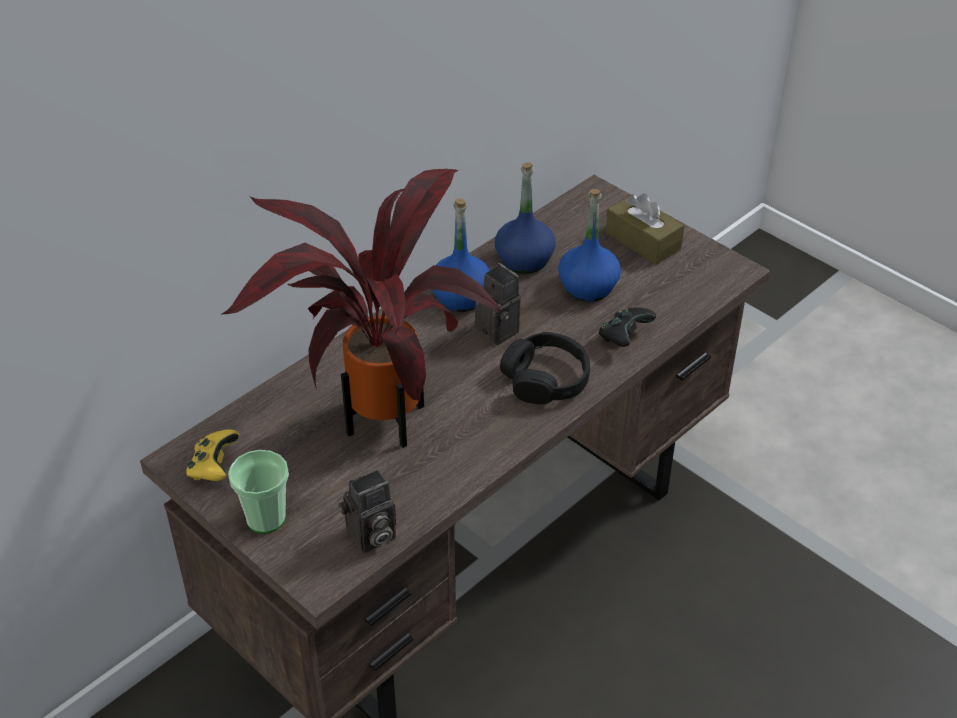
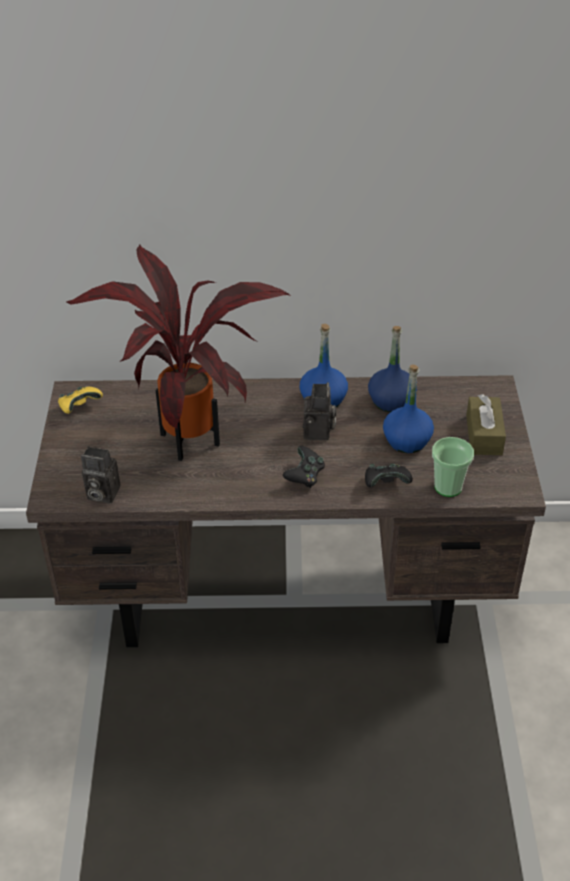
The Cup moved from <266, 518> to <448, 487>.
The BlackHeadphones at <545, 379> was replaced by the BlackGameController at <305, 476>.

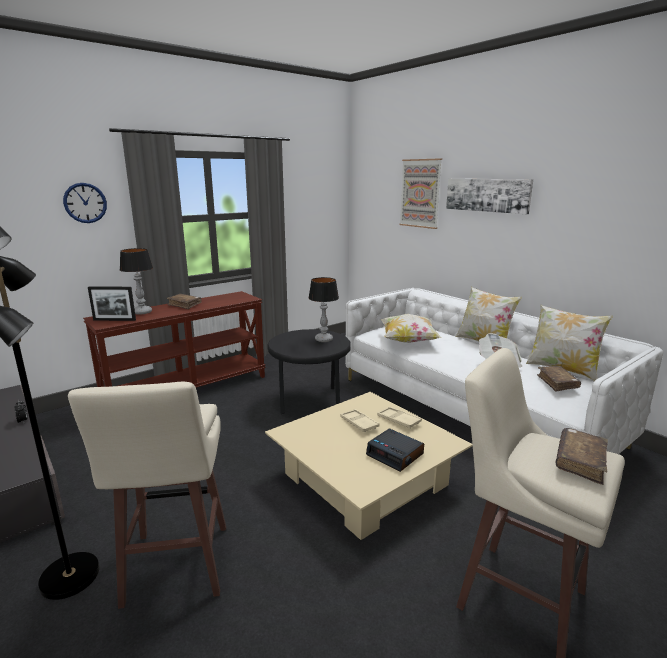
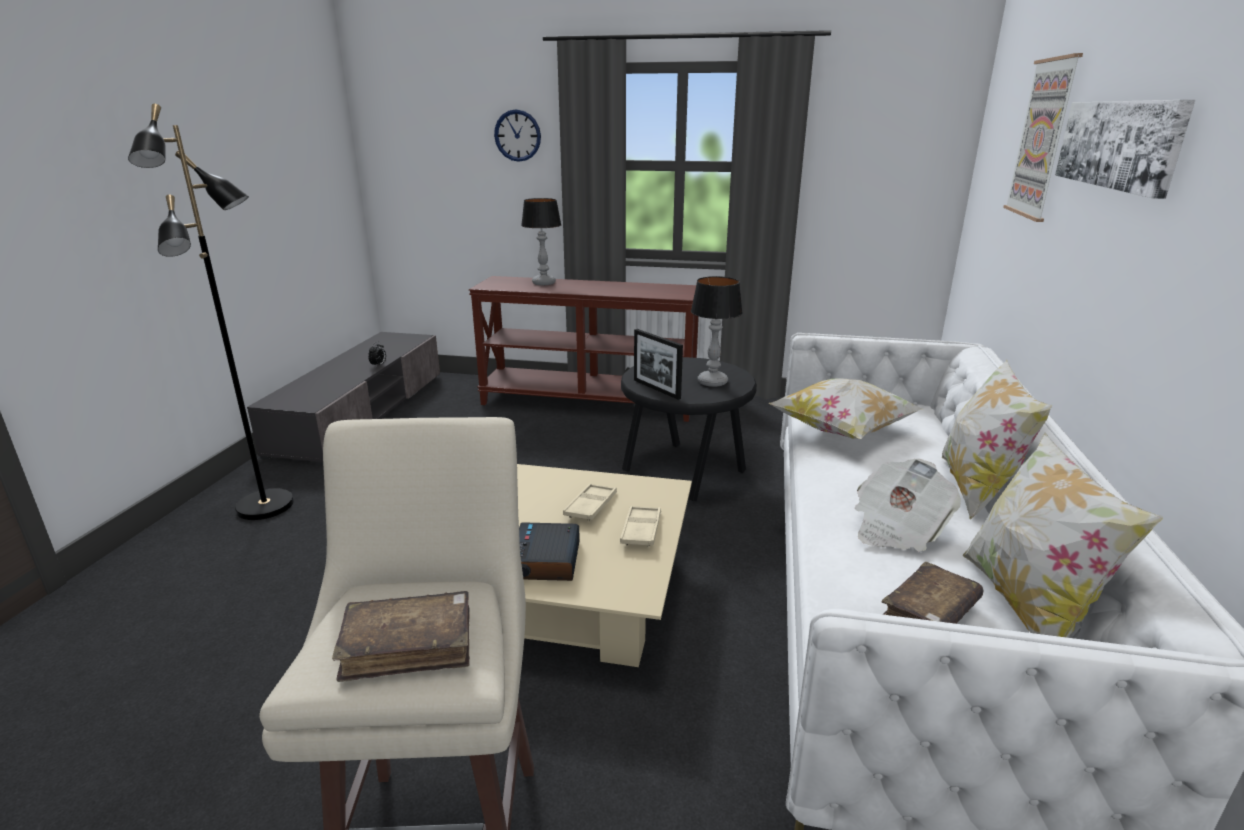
The BeigeStool at <175, 567> disappeared.
The BrownBook at <184, 305> disappeared.
The PictureFrame moved from <114, 320> to <656, 389>.

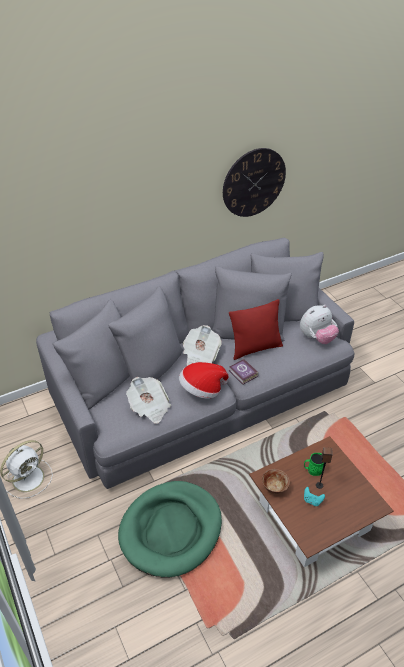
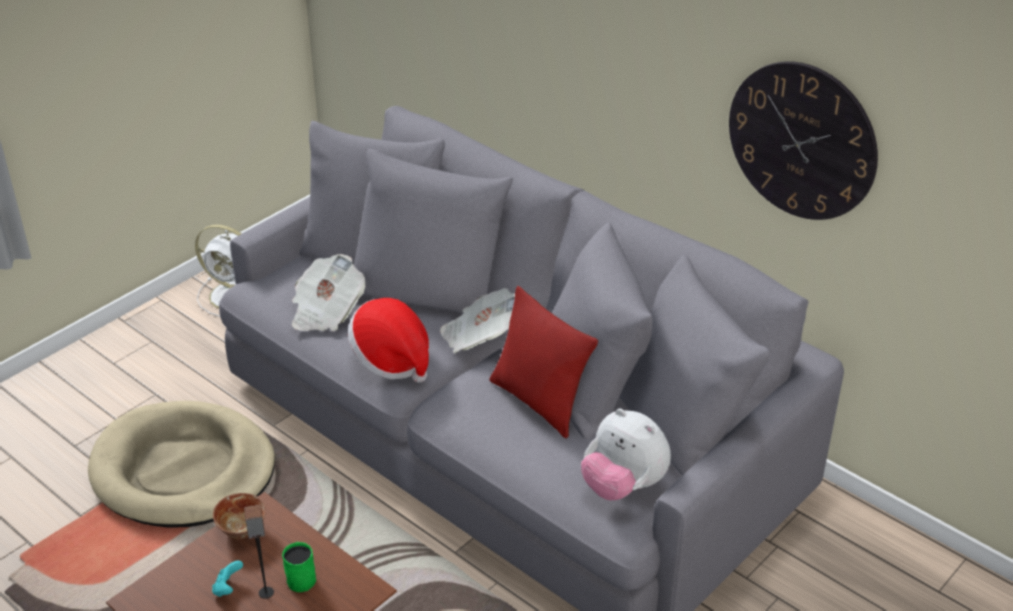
The Book at <243, 374> disappeared.
The GreenDogBed at <171, 530> became the BeigeDogBed at <183, 470>.

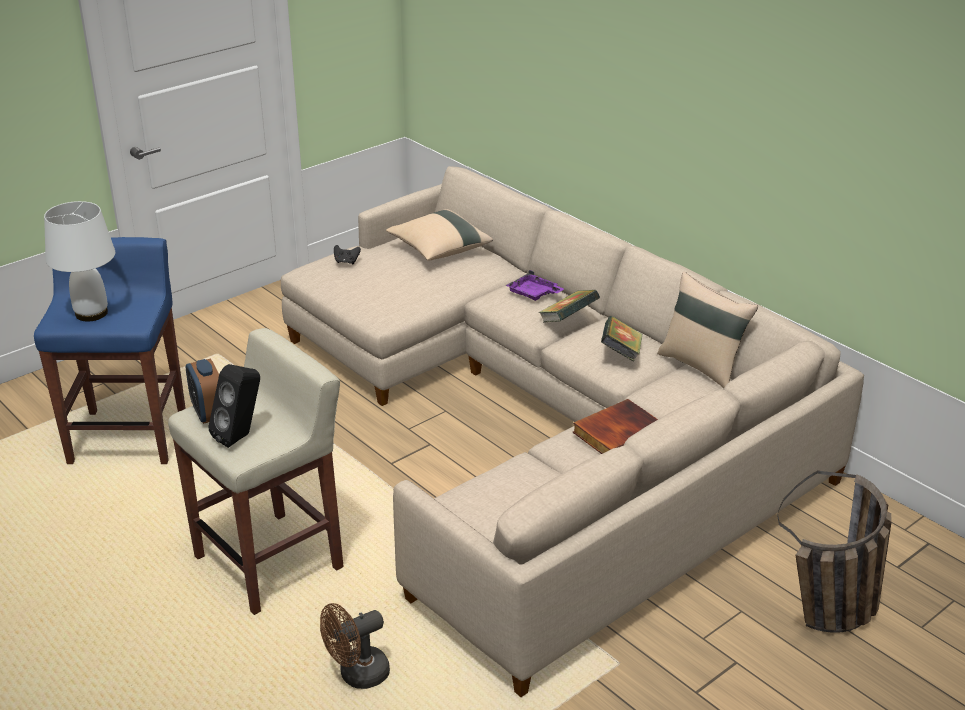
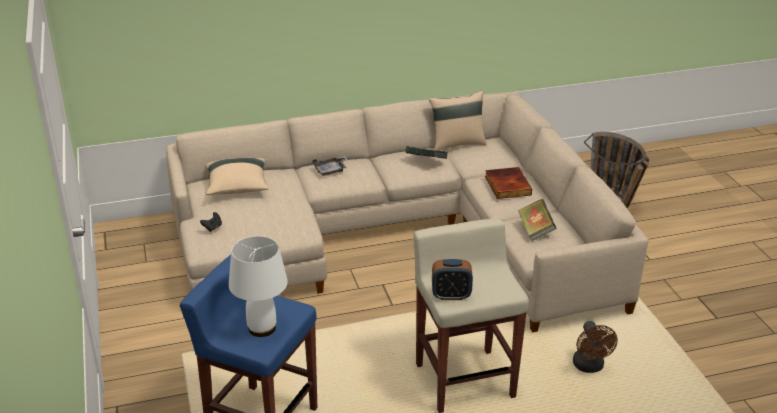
The BlackSpeaker at <241, 436> disappeared.
The Book moved from <568, 320> to <535, 230>.
The PurpleTray at <533, 294> became the GreyTray at <331, 170>.

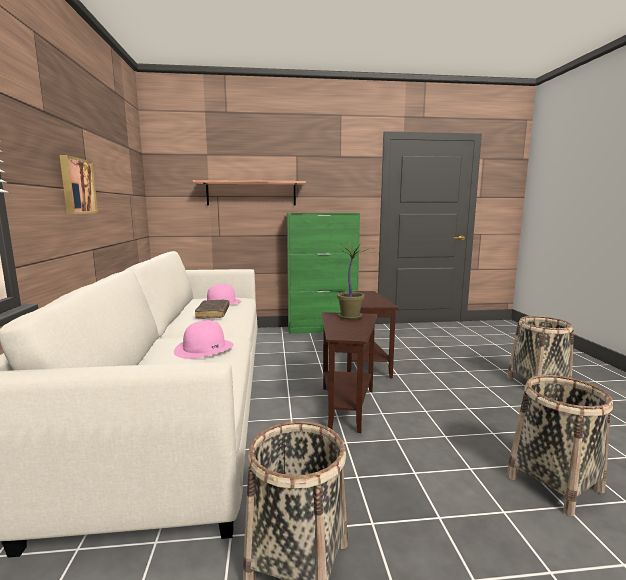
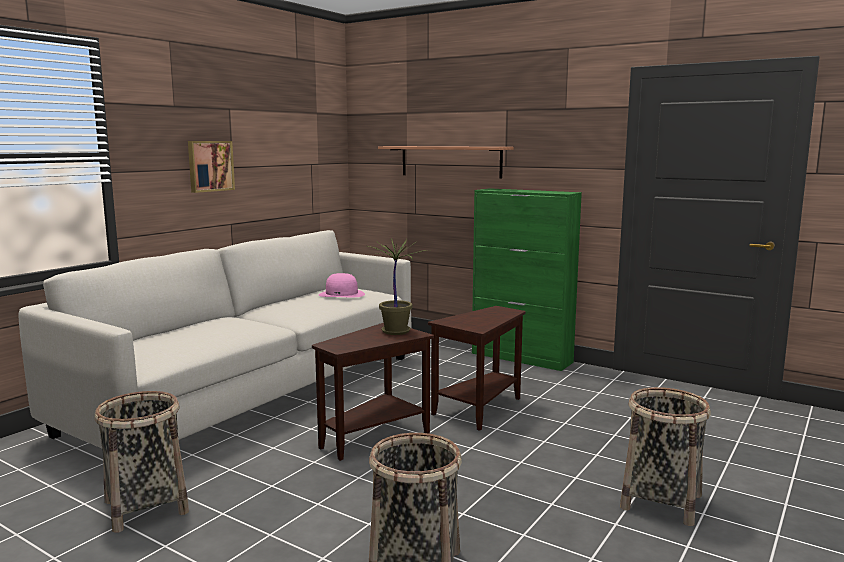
The PinkHat at <204, 348> disappeared.
The BrownBook at <213, 313> disappeared.

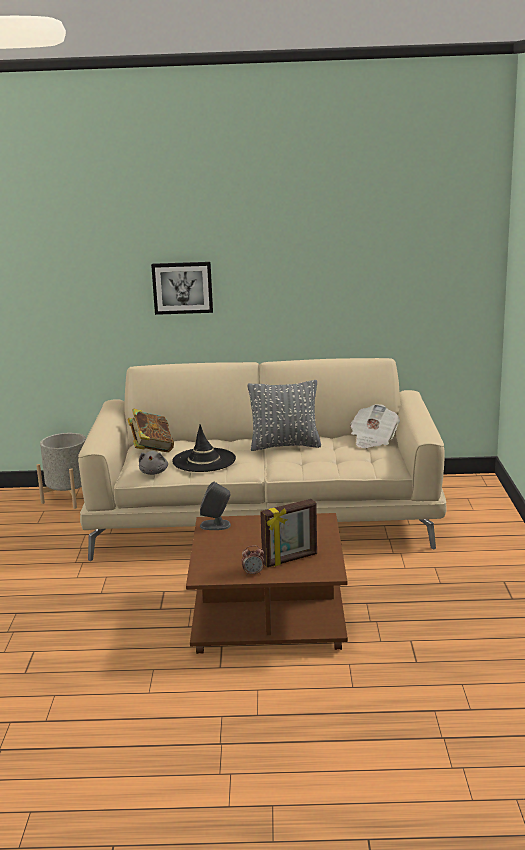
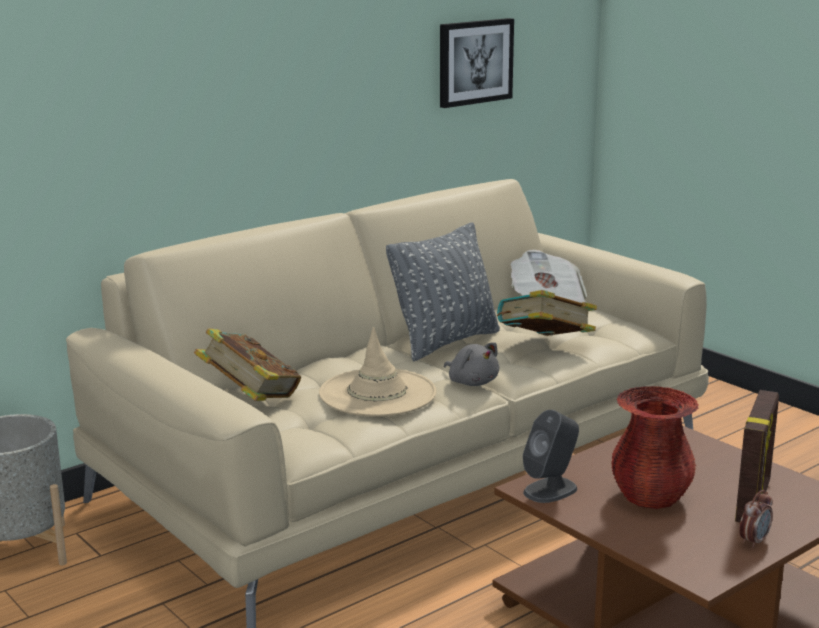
The Book at <544, 346> appeared.
The RedVase at <650, 497> appeared.
The GreyPlushToy moved from <154, 472> to <472, 382>.
The Picture moved from <182, 287> to <474, 62>.
The BlackHat at <204, 460> became the BeigeHat at <378, 393>.

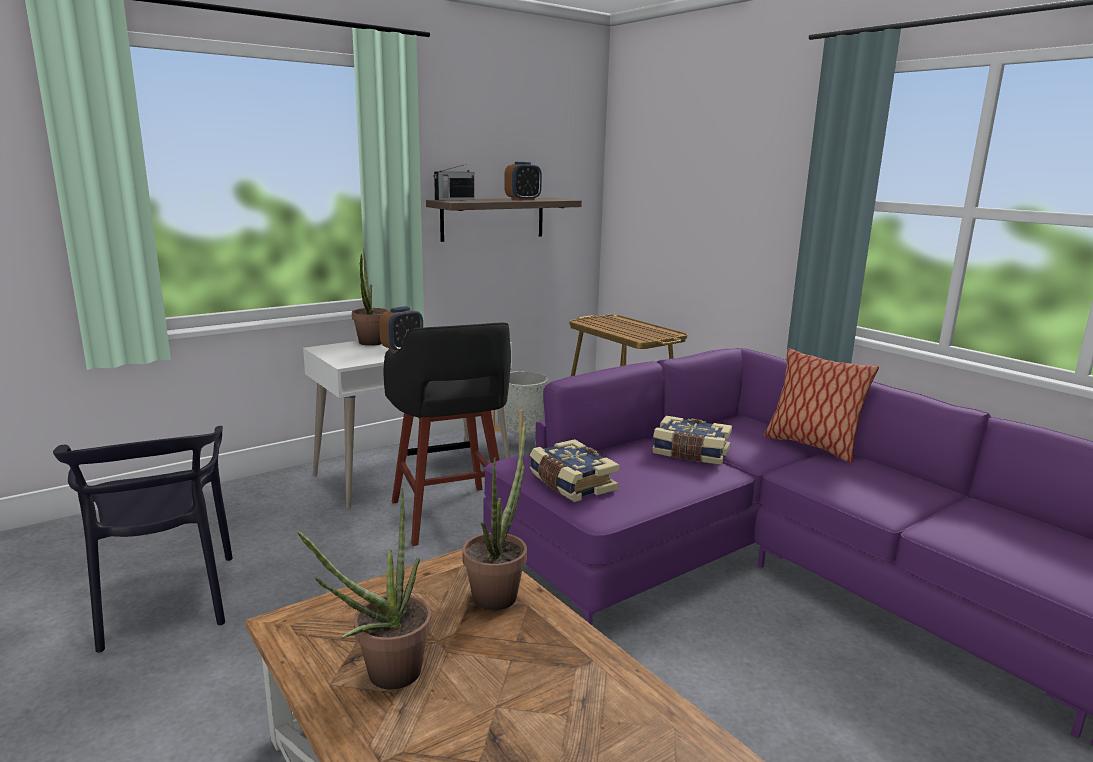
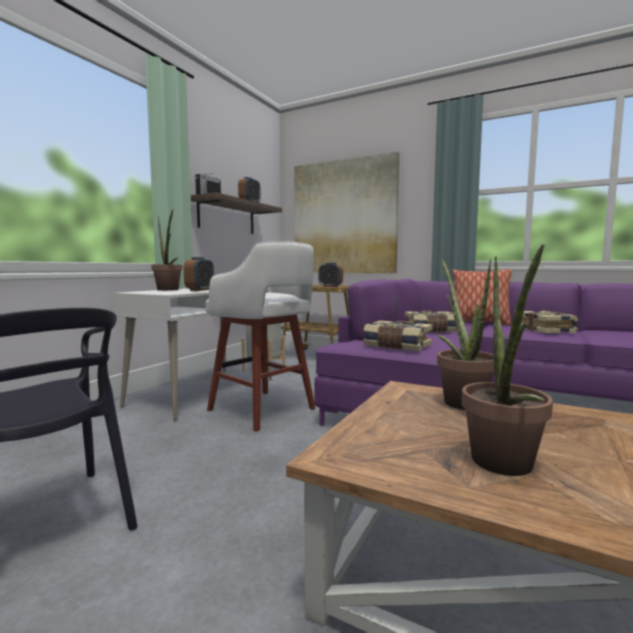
The Picture at <344, 217> appeared.
The AlarmClock at <330, 286> appeared.
The Book at <546, 330> appeared.
The BlackStool at <450, 517> became the WhiteStool at <263, 410>.

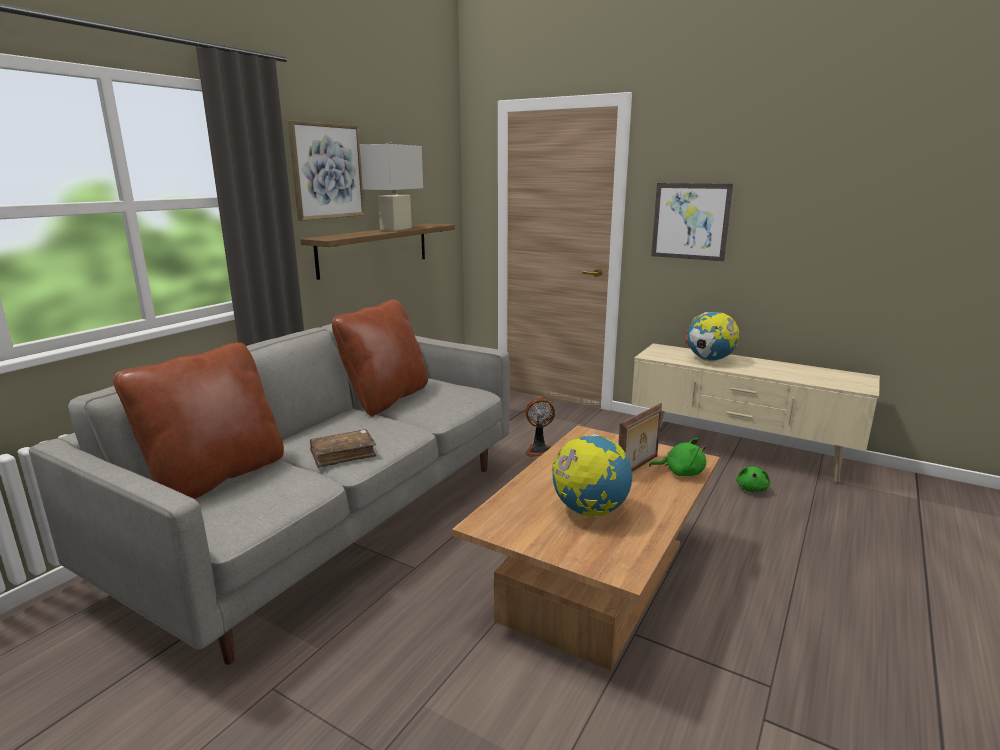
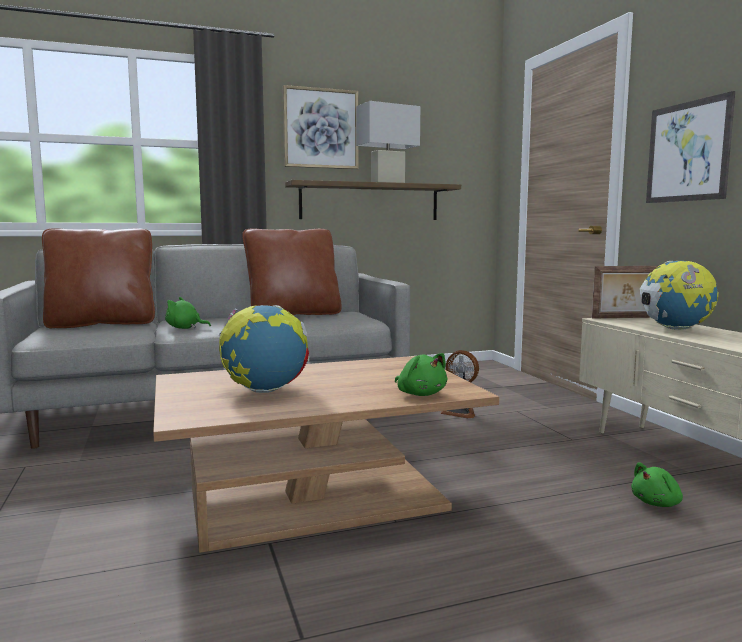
The PictureFrame moved from <638, 468> to <623, 318>.
The BrownBook at <343, 455> was replaced by the GreenPlushToy at <185, 328>.

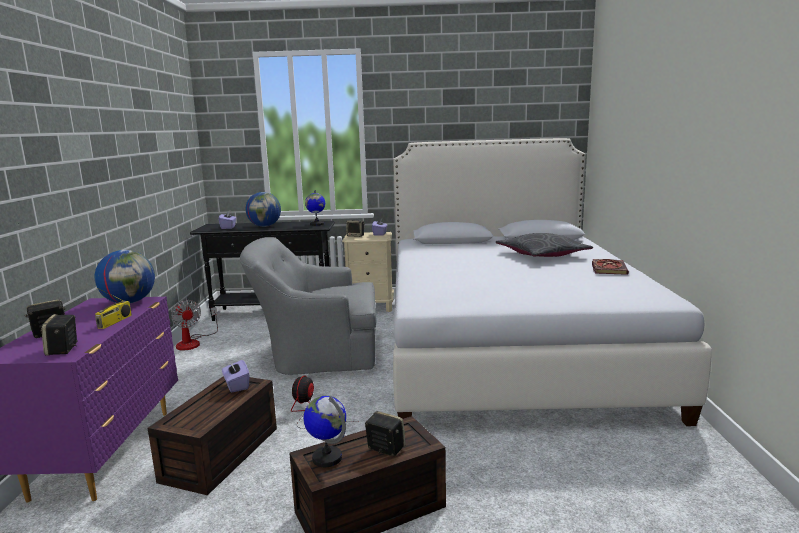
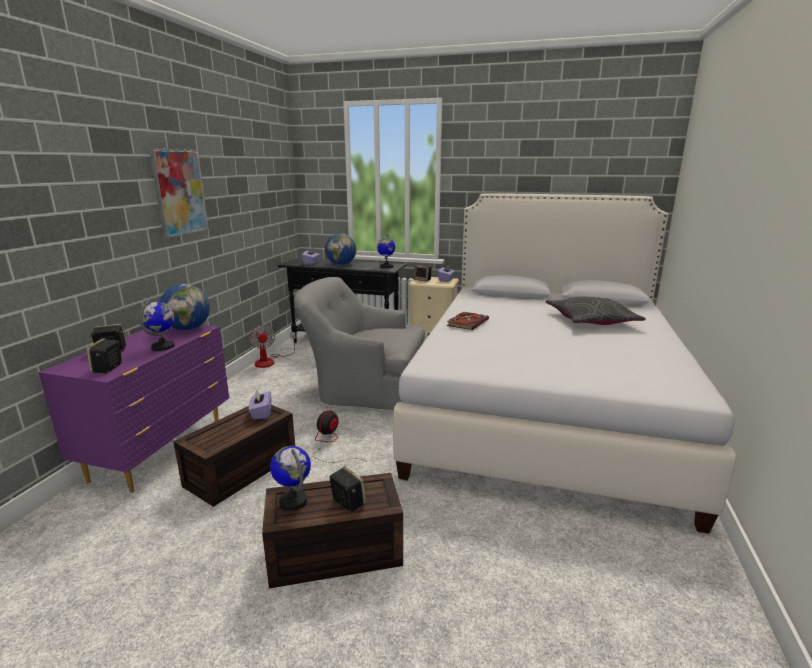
The Picture at <179, 192> appeared.
The Book moved from <608, 268> to <467, 322>.
The Radio at <115, 322> was replaced by the Globe at <163, 347>.

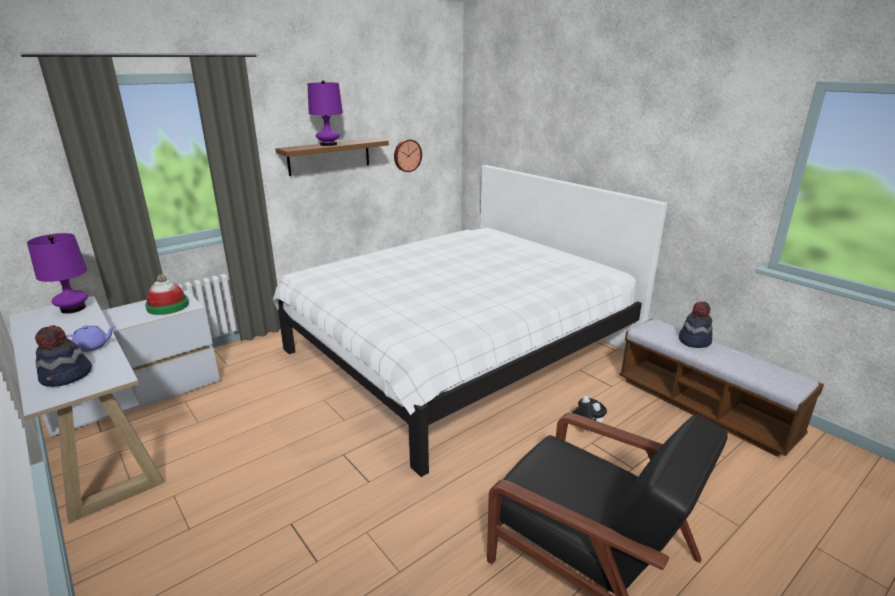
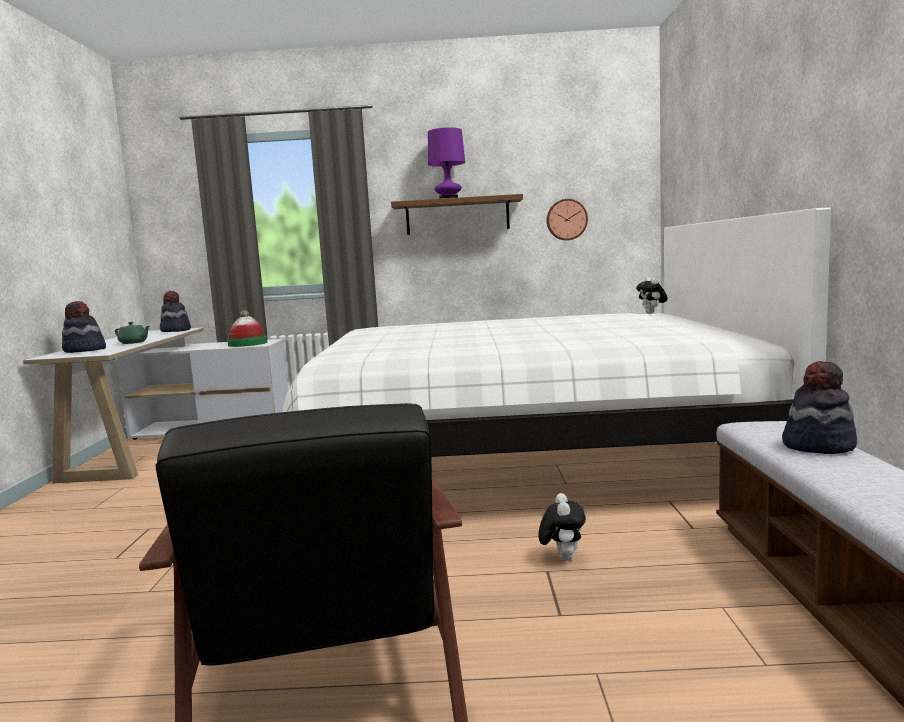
The PlushToy at <652, 313> appeared.
The PurpleTableLamp at <73, 309> was replaced by the Hat at <175, 330>.
The PurpleTeapot at <92, 346> became the GreenTeapot at <134, 342>.

